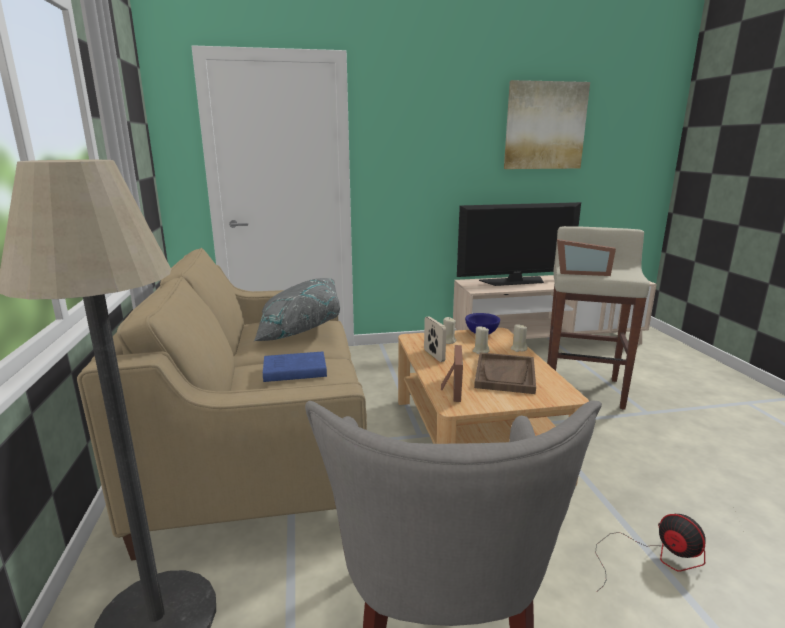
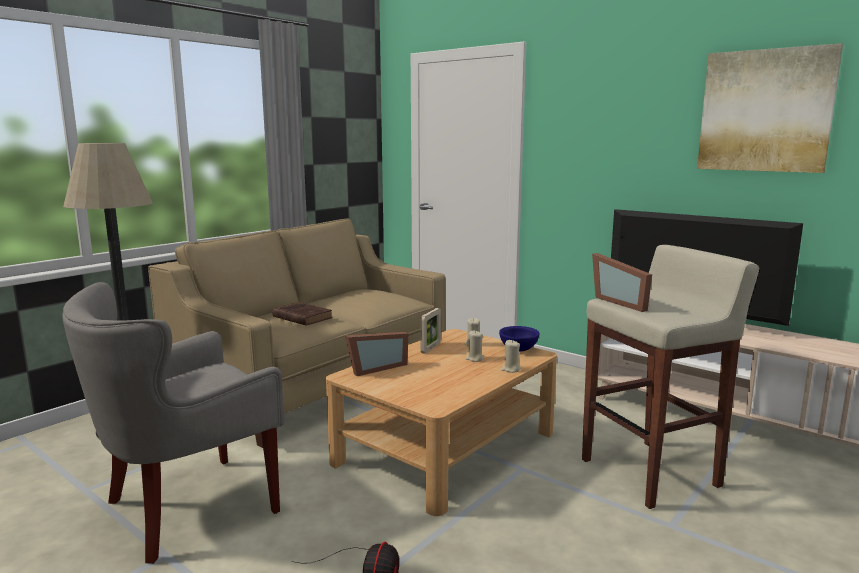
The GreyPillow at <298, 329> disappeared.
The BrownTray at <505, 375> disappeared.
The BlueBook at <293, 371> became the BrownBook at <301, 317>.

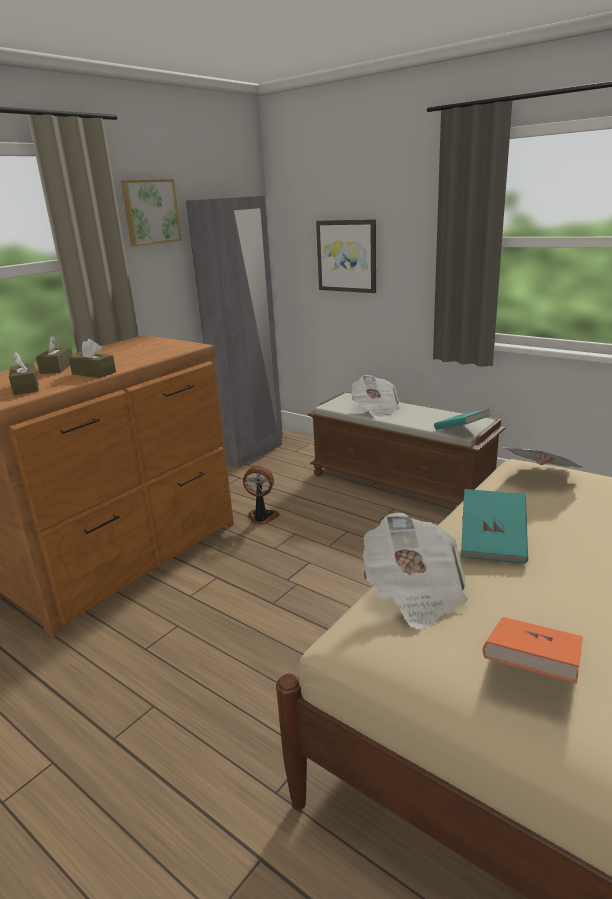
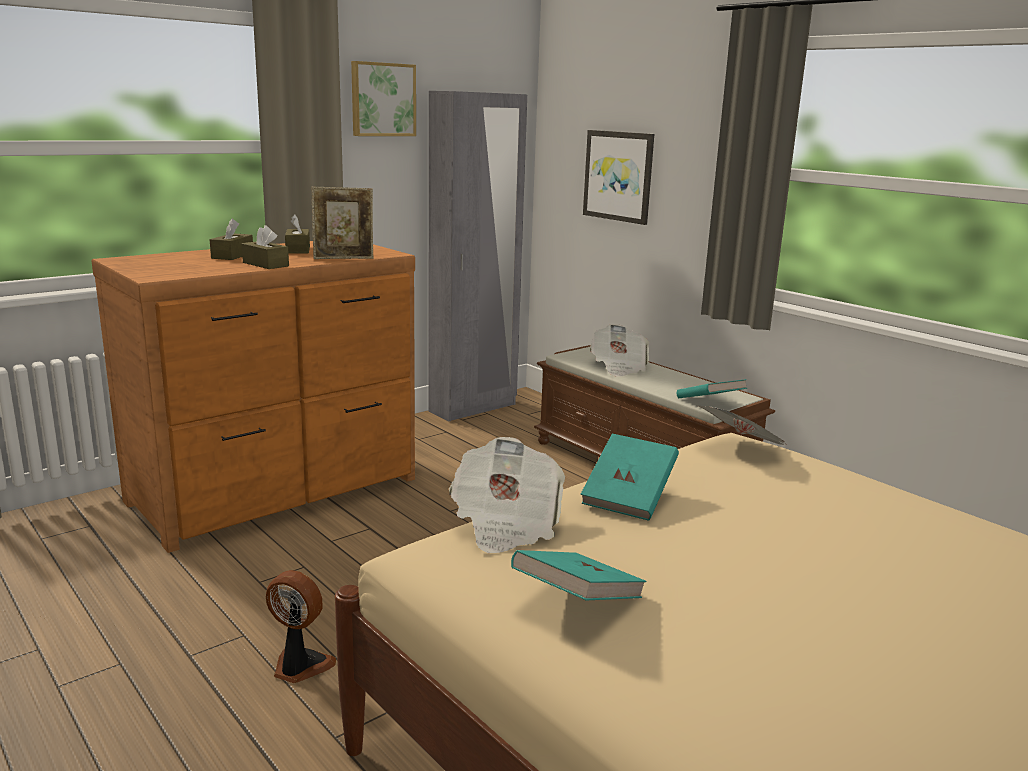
The PictureFrame at <344, 258> appeared.
The BrownTissueBox moved from <26, 387> to <298, 250>.
The Fan moved from <262, 518> to <299, 666>.
The OrangeBook at <531, 668> became the TurquoiseBook at <577, 601>.

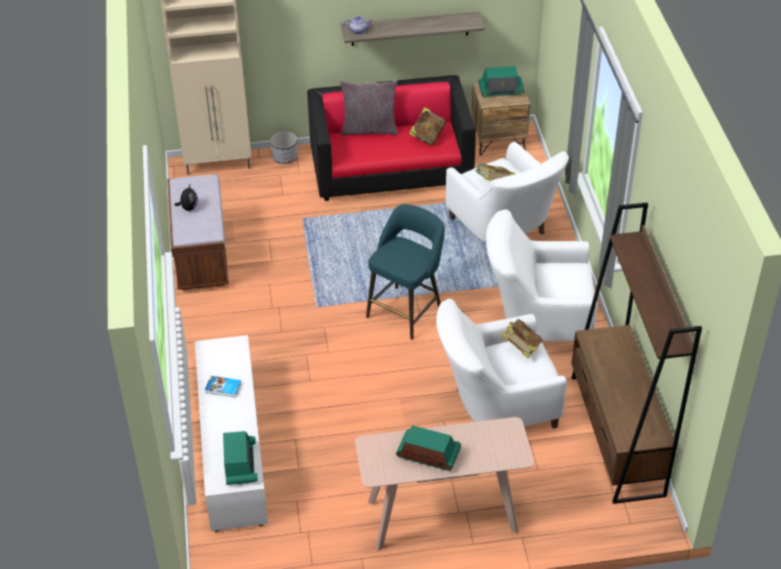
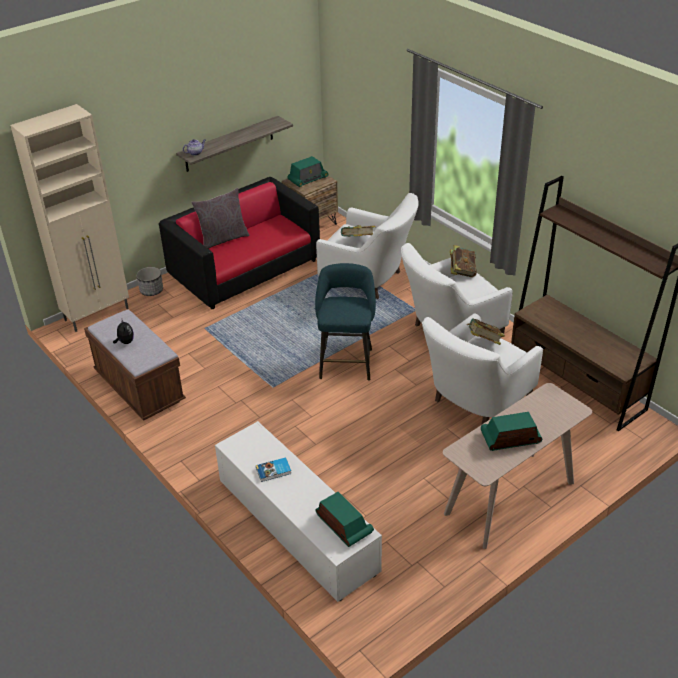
The Book moved from <427, 137> to <462, 271>.

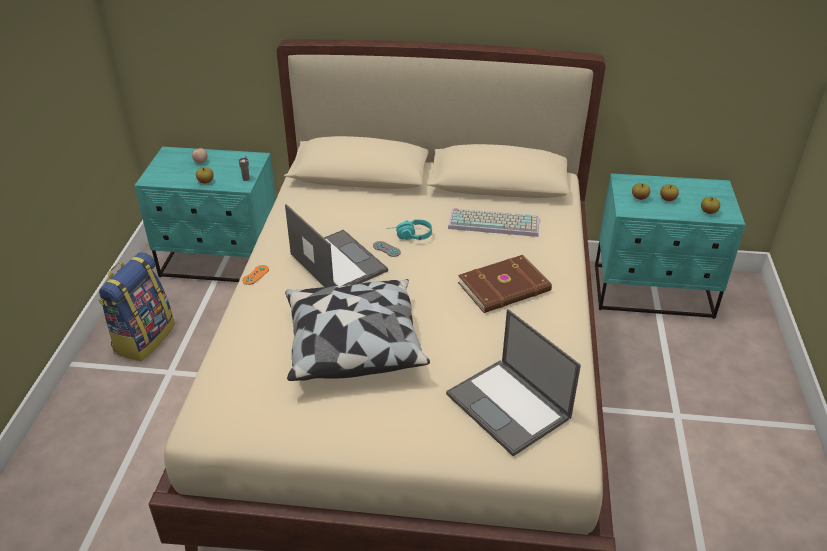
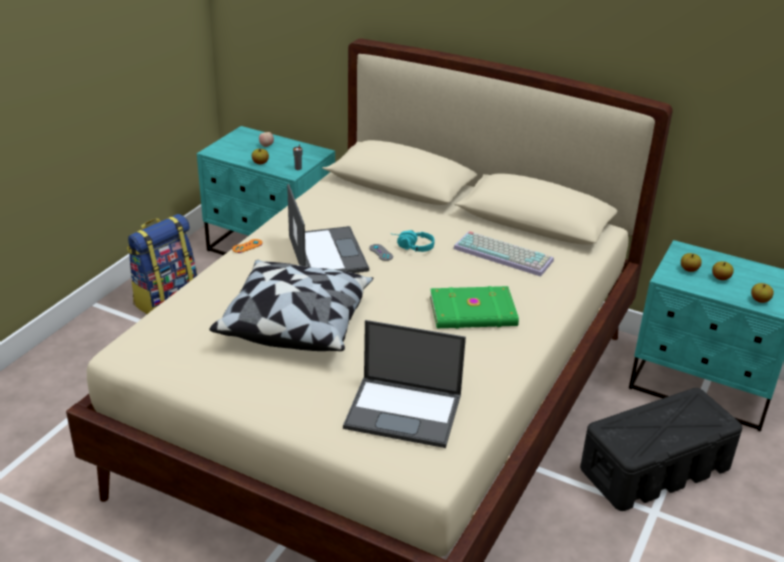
The BlackStorageBox at <655, 468> appeared.
The BrownBook at <505, 288> became the GreenBook at <473, 312>.
The Laptop at <509, 406> turned 60 degrees counterclockwise.

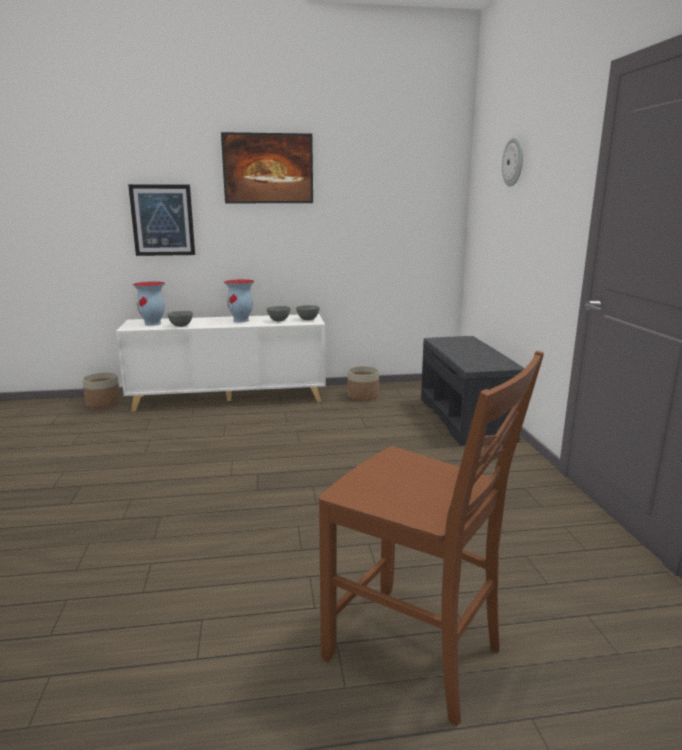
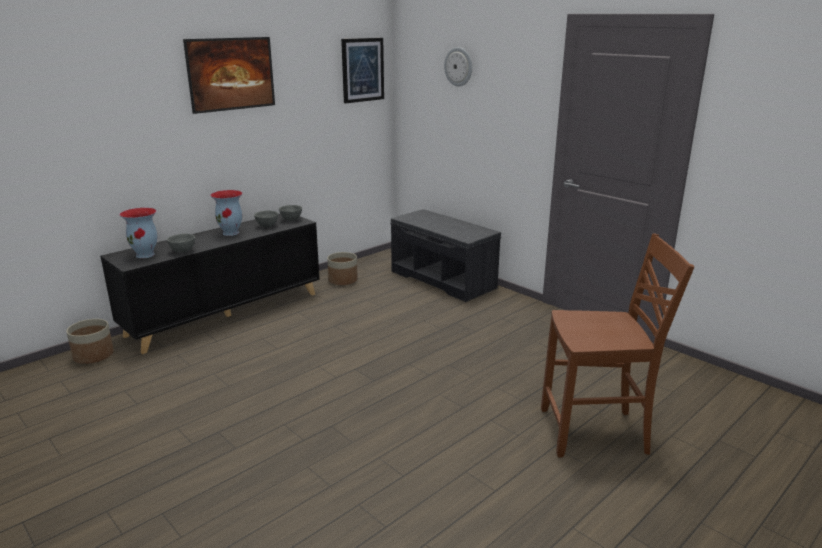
The Picture moved from <162, 220> to <362, 70>.
The WhiteCabinet at <229, 398> became the BlackCabinet at <226, 313>.

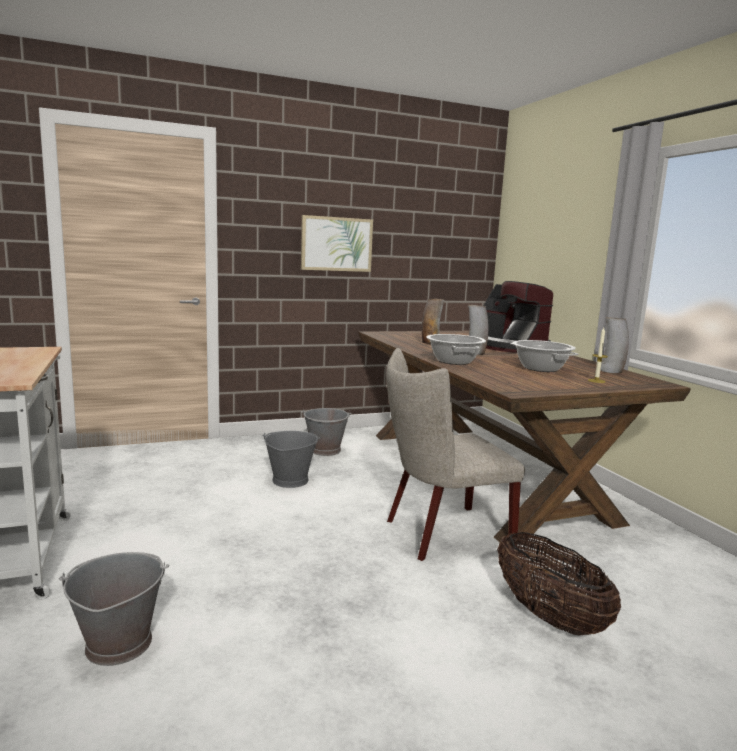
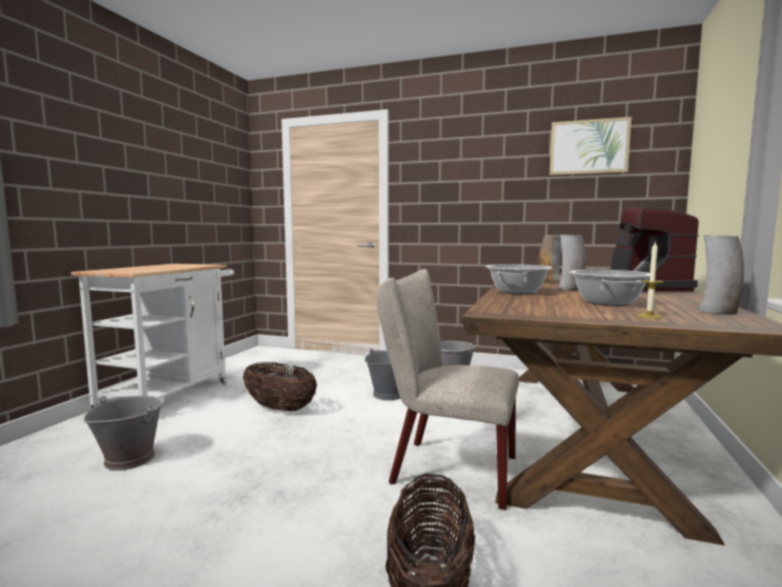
The Basket at <279, 408> appeared.
The Picture moved from <336, 244> to <588, 147>.

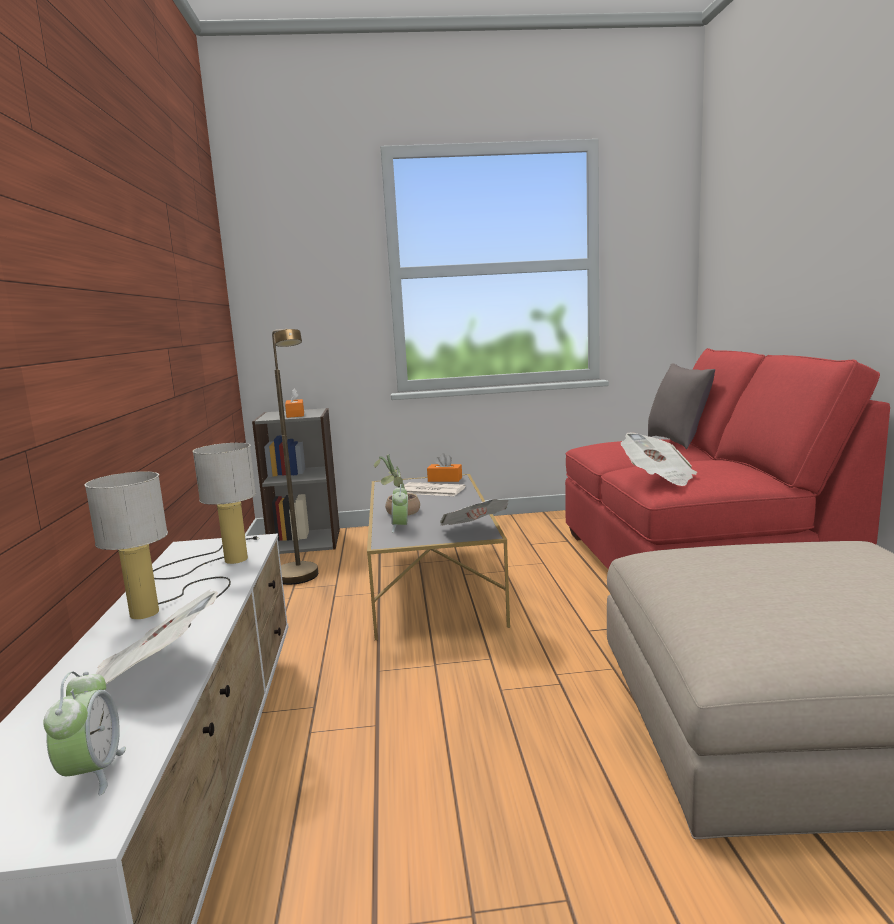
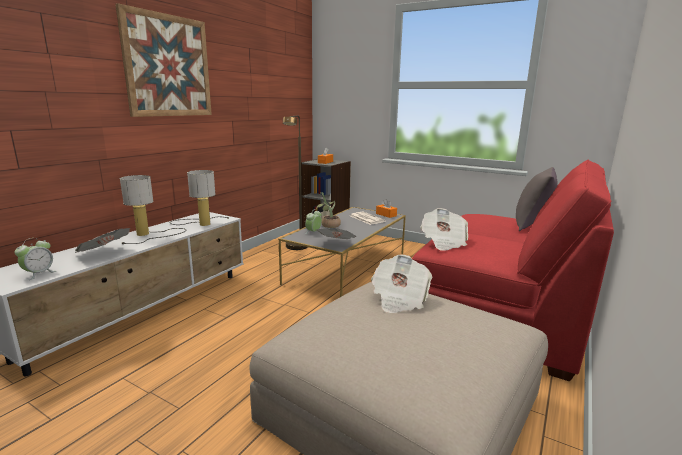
The Picture at <168, 66> appeared.
The Newspaper at <399, 299> appeared.

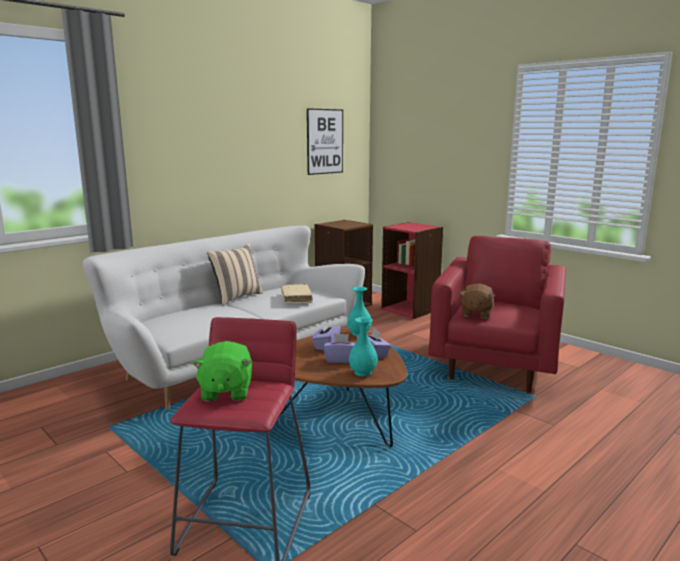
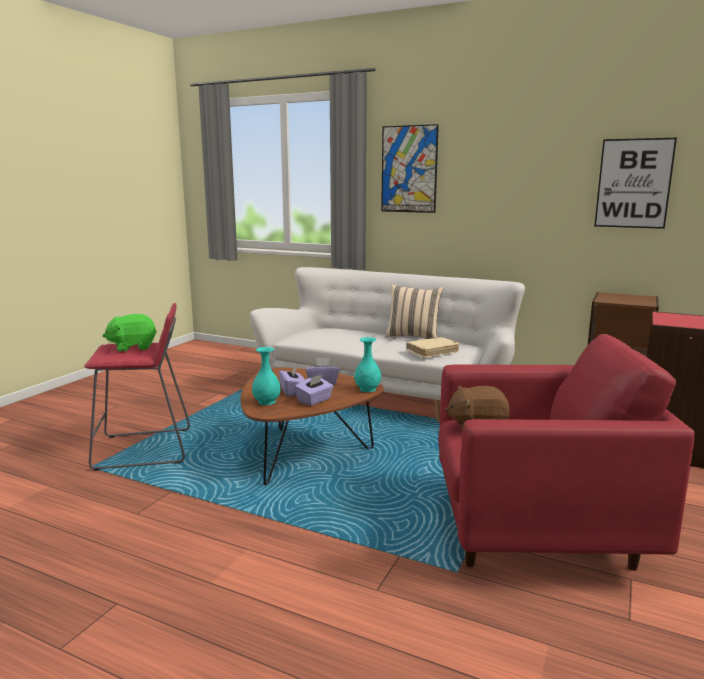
The Picture at <409, 169> appeared.

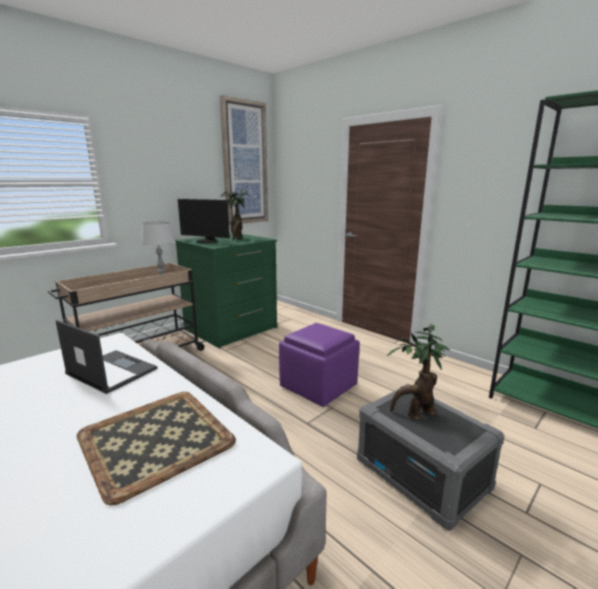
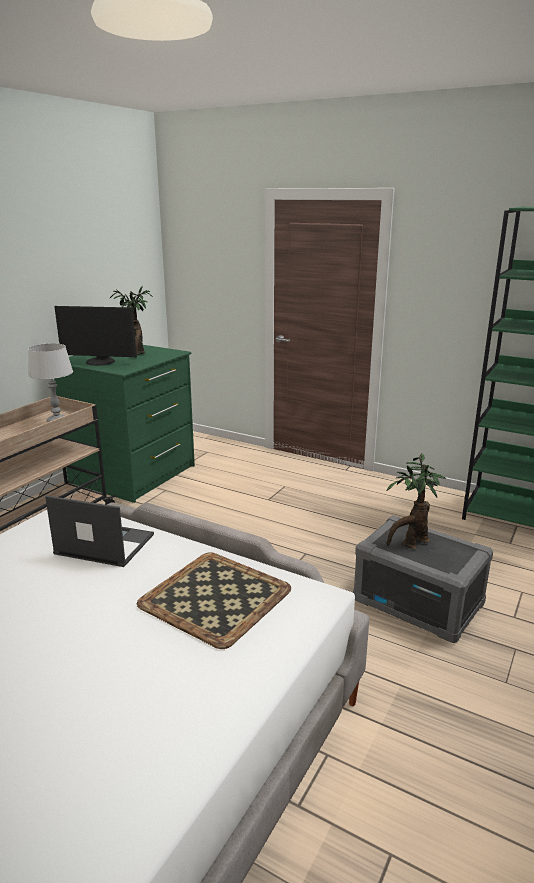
The Picture at <244, 164> disappeared.
The PurpleOttoman at <319, 386> disappeared.

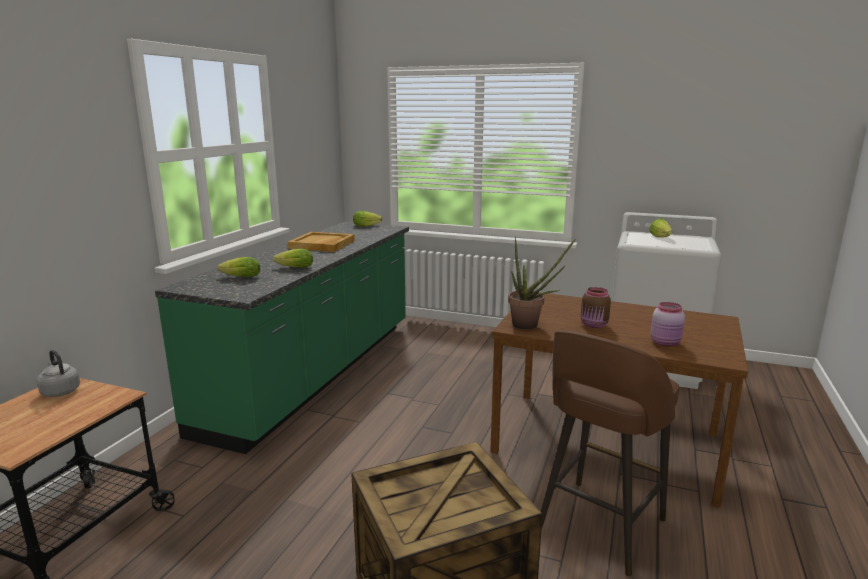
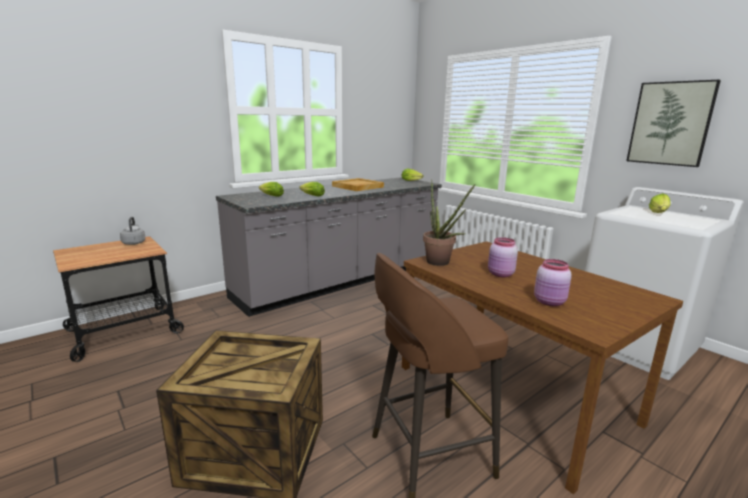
The Picture at <670, 123> appeared.
The GreenCounter at <316, 373> became the GreyCounter at <341, 281>.
The BrownJar at <594, 325> became the PinkJar at <500, 274>.

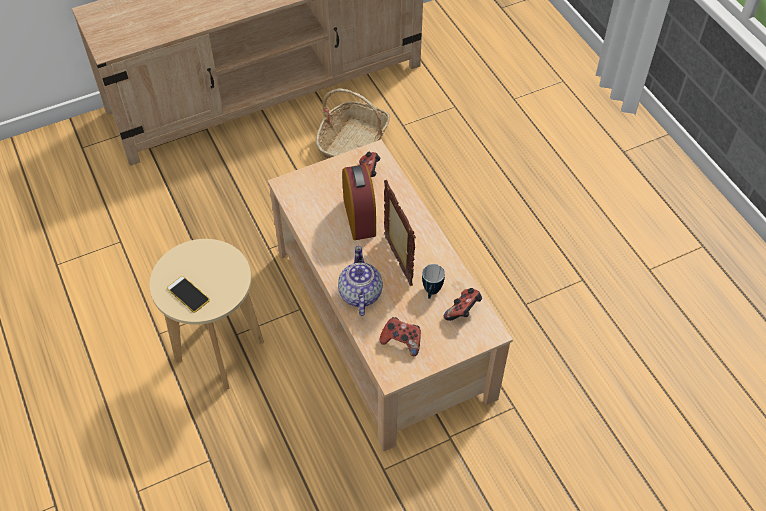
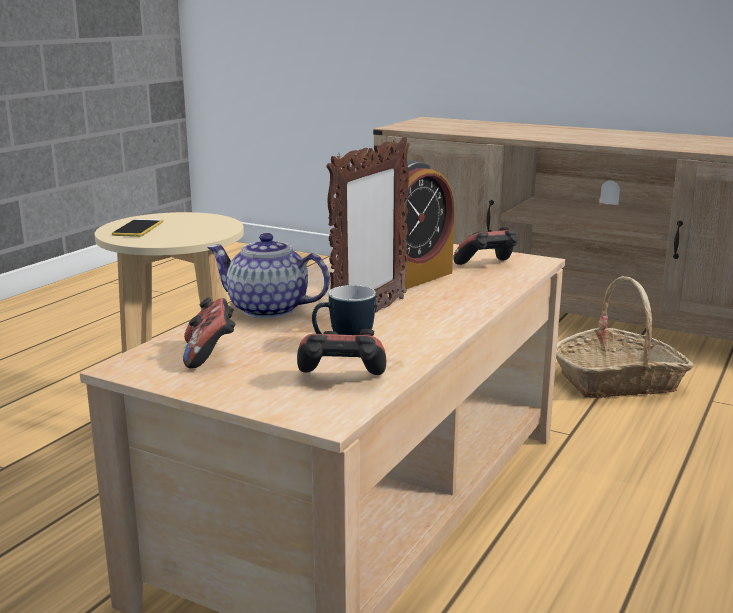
The Teapot at <360, 294> turned 120 degrees counterclockwise.

